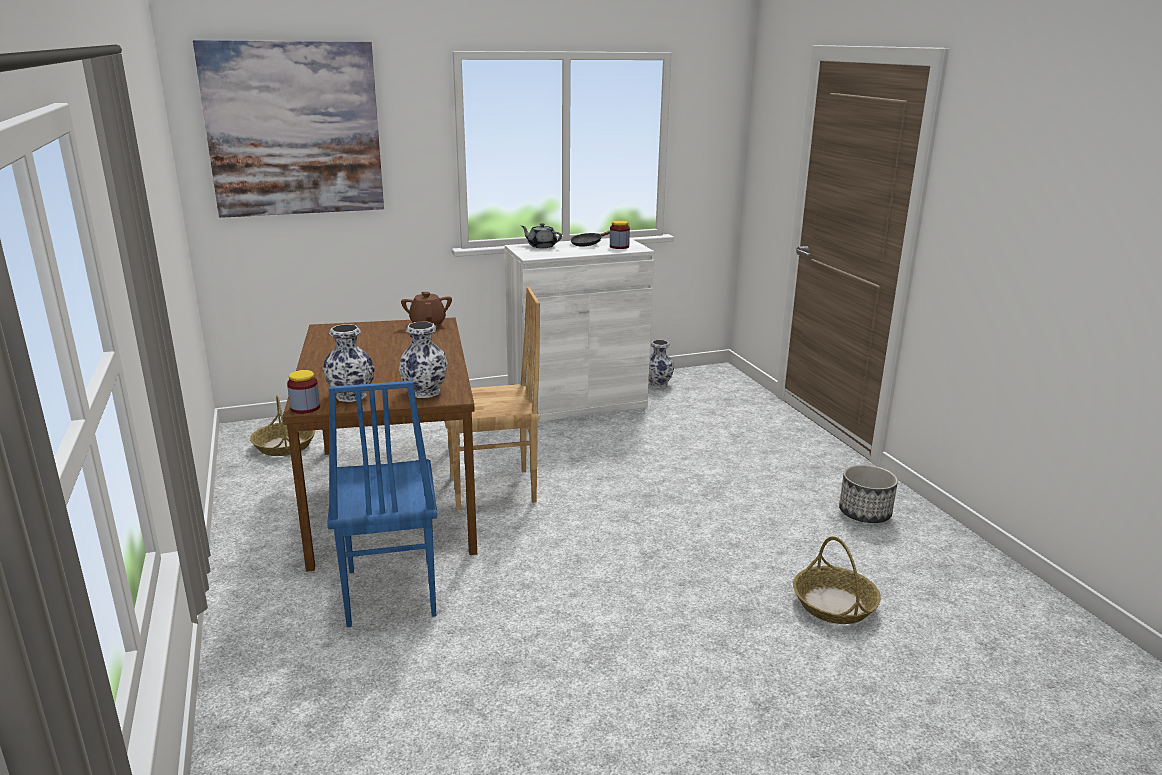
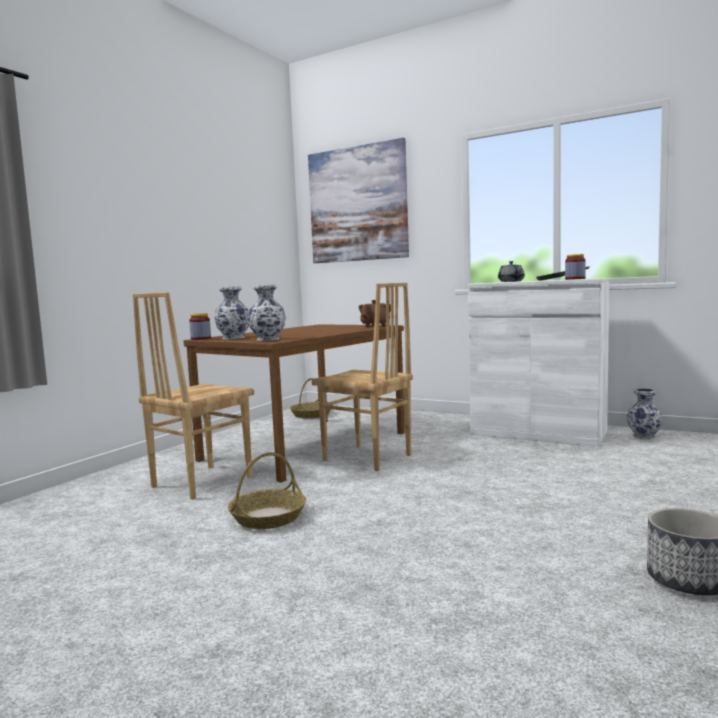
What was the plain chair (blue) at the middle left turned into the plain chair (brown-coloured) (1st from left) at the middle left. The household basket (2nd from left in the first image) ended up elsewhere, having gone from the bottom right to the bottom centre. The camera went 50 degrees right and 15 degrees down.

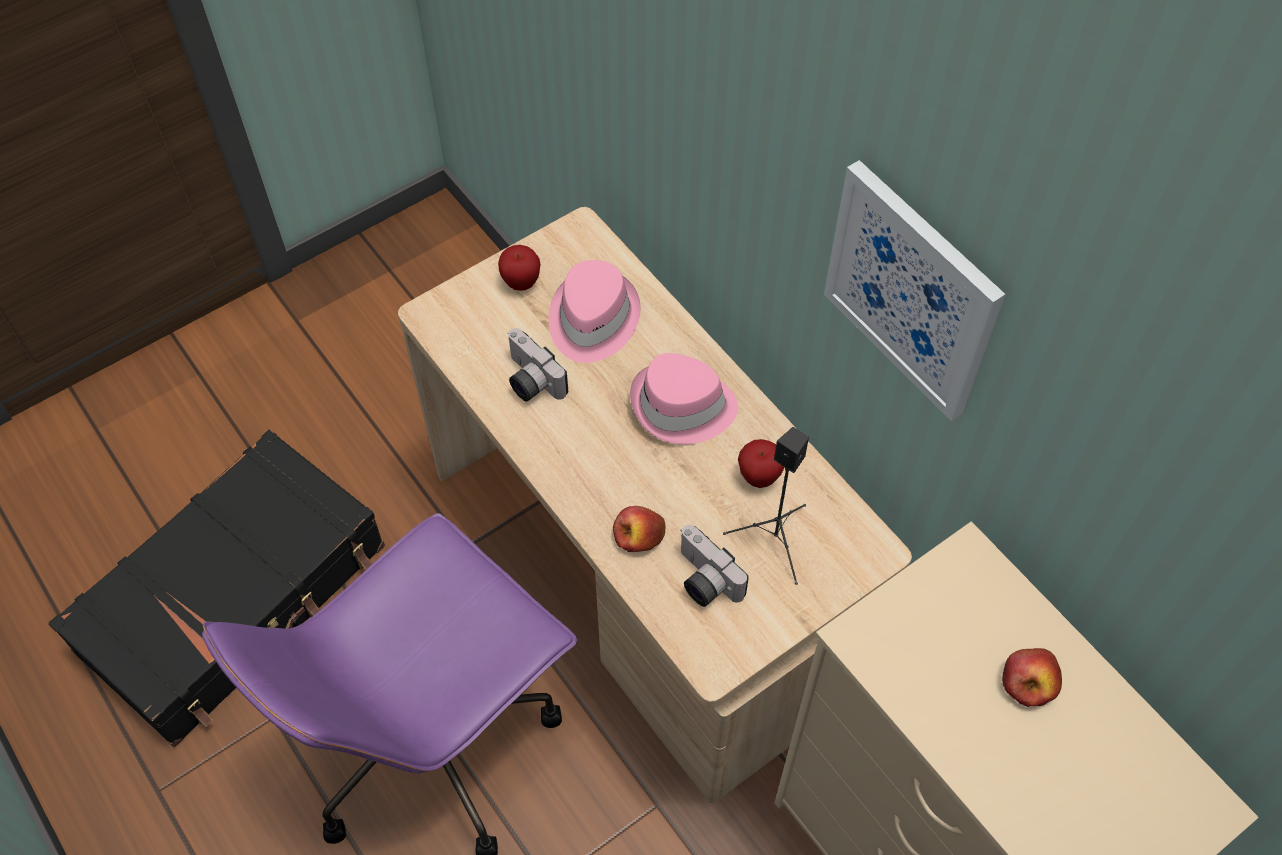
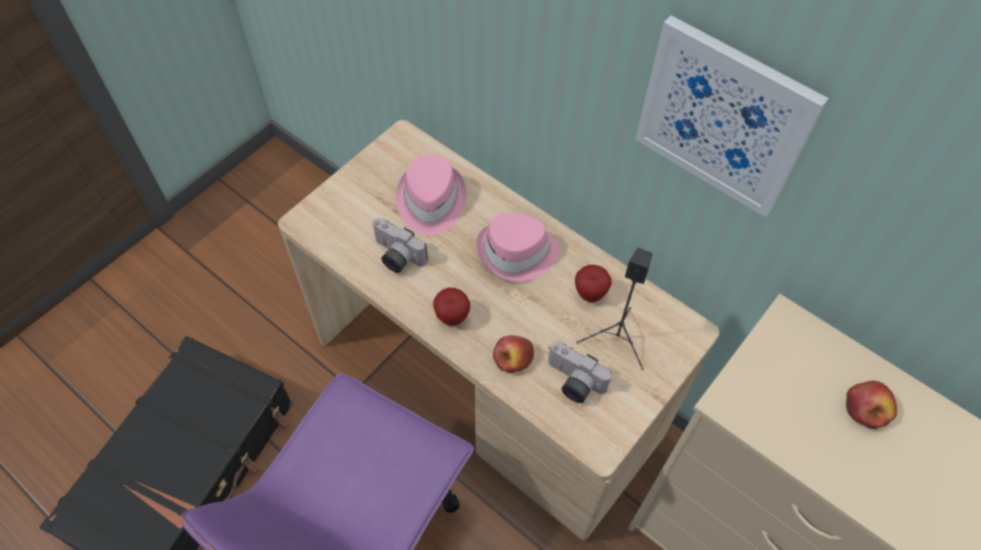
The apple (1st from left) ended up elsewhere, having gone from the top centre to the centre. The camera went 15 degrees left and 0 degrees up.

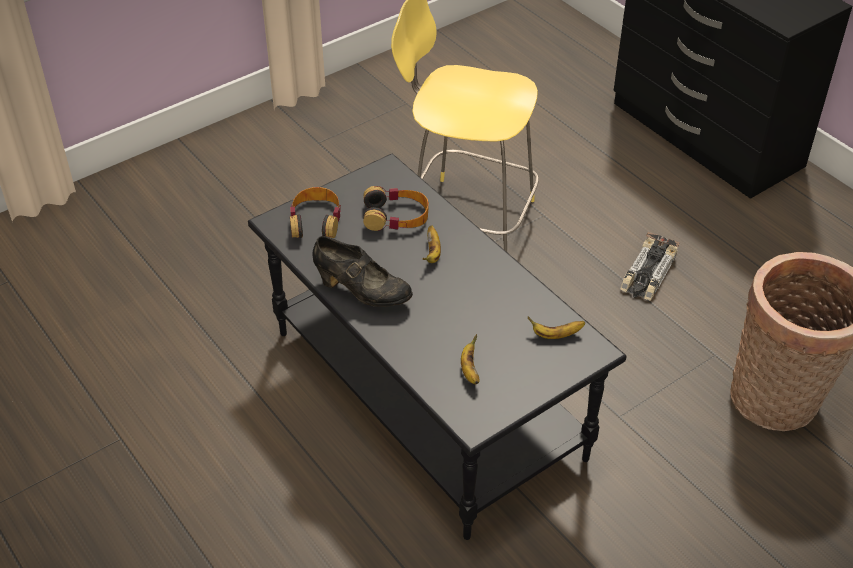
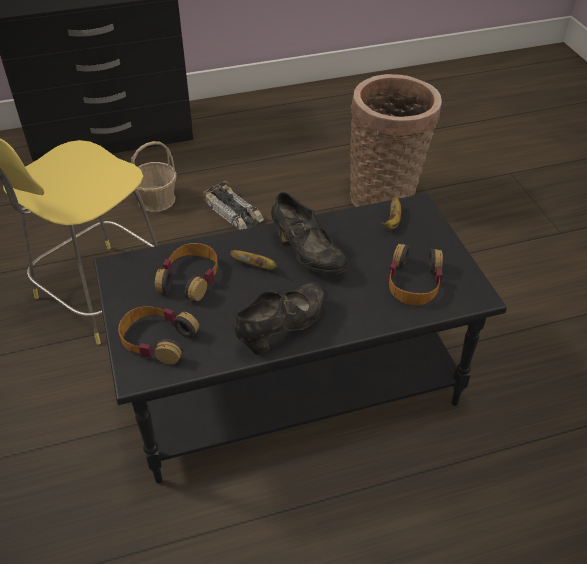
Where the whole banana (2nd from left) stood at the centre, the headset (3rd from left) came to stand at the middle right. The second view gained the household basket (1st from left) at the top left. The second view gained the item of footwear (black) (2nd from left) at the centre. The camera went 70 degrees left and 0 degrees up.

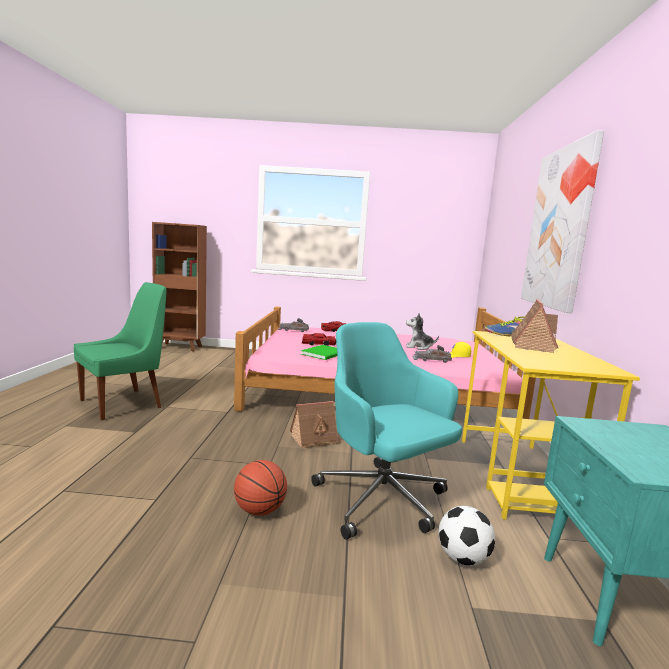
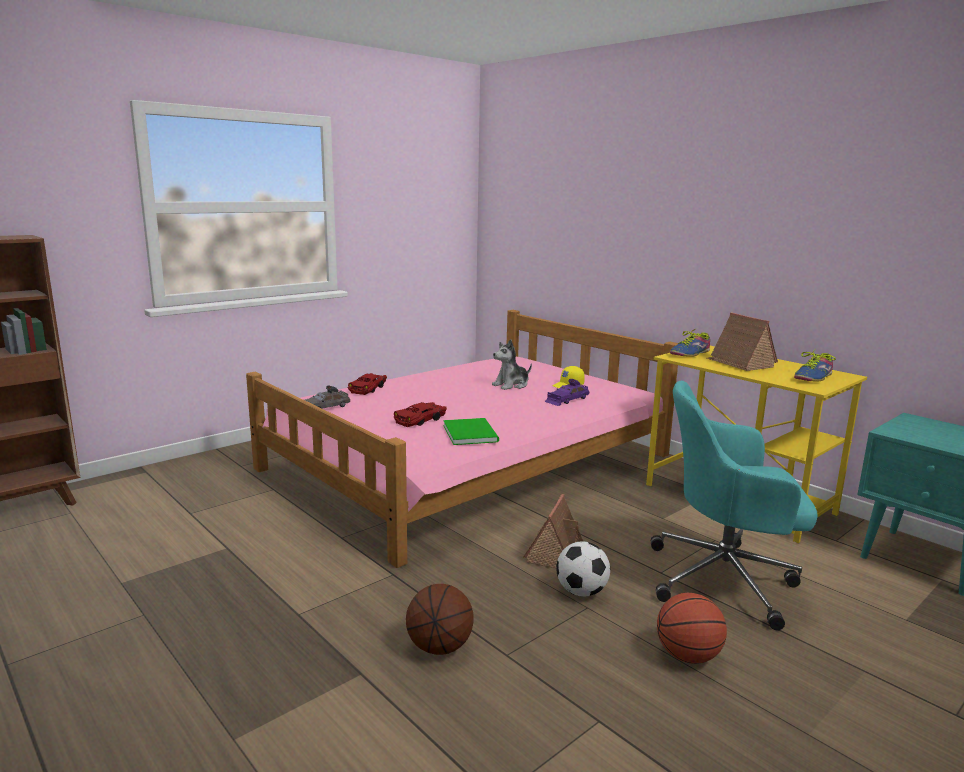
The second view lost the wall picture at the top right. The second view lost the plain chair (green) at the middle left. What was the miniature car (greyish) (2nd from left) at the centre turned into the miniature car (purplish) at the centre. The football ball ended up elsewhere, having gone from the bottom right to the bottom centre. The second view gained the item of footwear (2nd from left) at the middle right. The second view gained the basketball ball (1st from left) at the bottom centre. The camera went 45 degrees left and 5 degrees up.

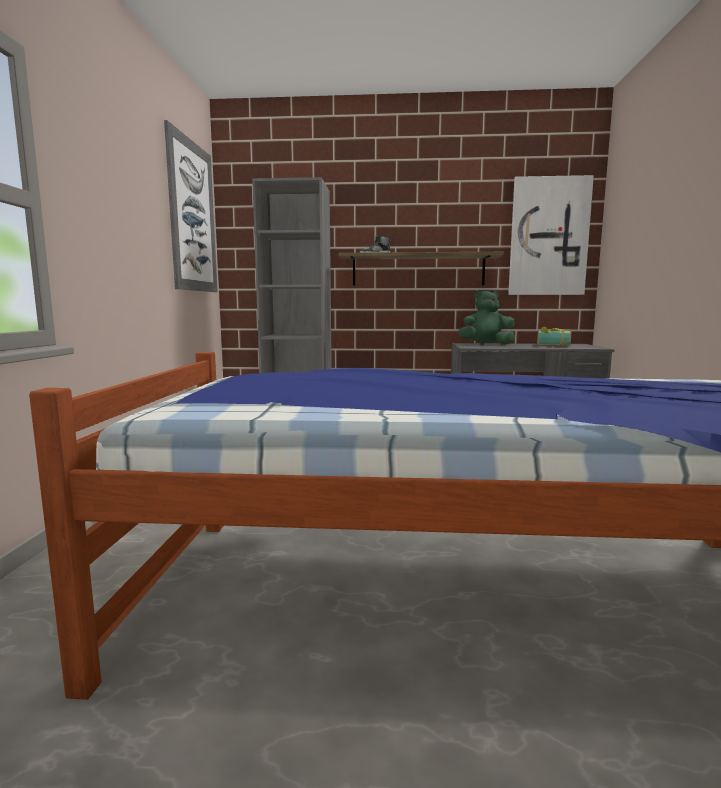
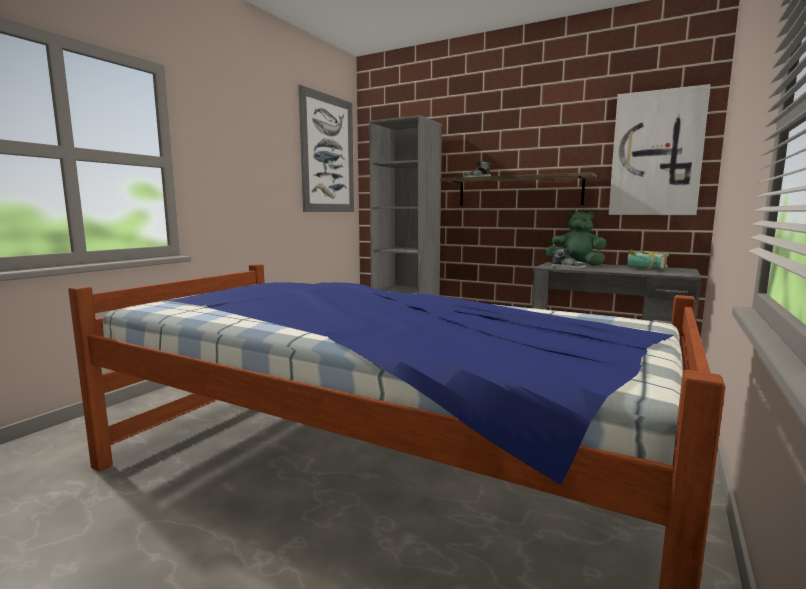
The second view gained the item of footwear (2nd from left) at the middle right. The camera went 25 degrees right and 0 degrees up.

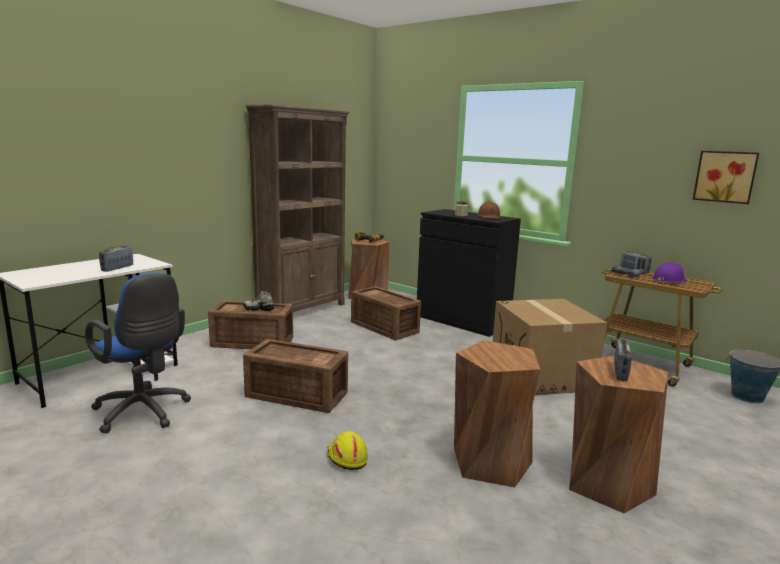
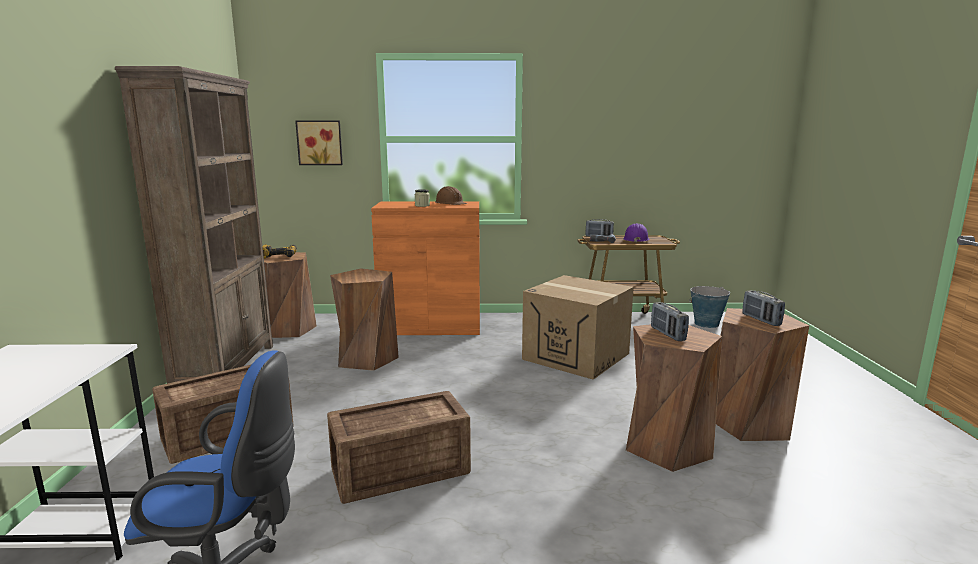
The wall picture ended up elsewhere, having gone from the top right to the top left. What was the storage cabinet (black) at the centre turned into the storage cabinet (orange-coloured) at the centre. The radio (1st from left in the first image) ended up elsewhere, having gone from the middle left to the middle right. Where the crate (3rd from left) stood at the centre, the stool (brown-coloured) (2nd from left) came to stand at the centre. The second view lost the item of footwear at the middle left. The second view lost the hard hat (yellow-coloured) at the bottom centre. The camera went 40 degrees left and 0 degrees up.

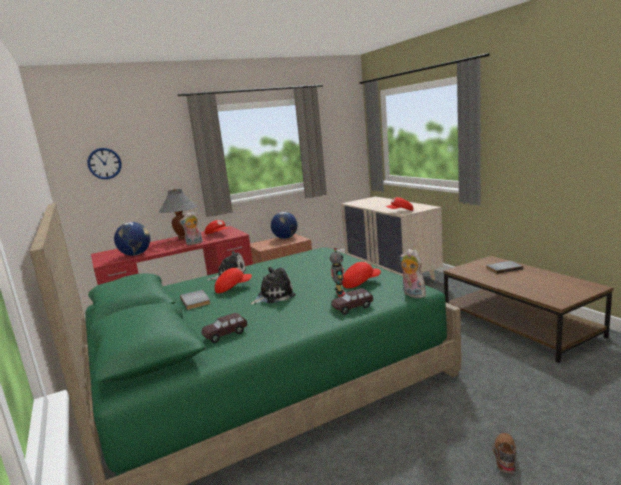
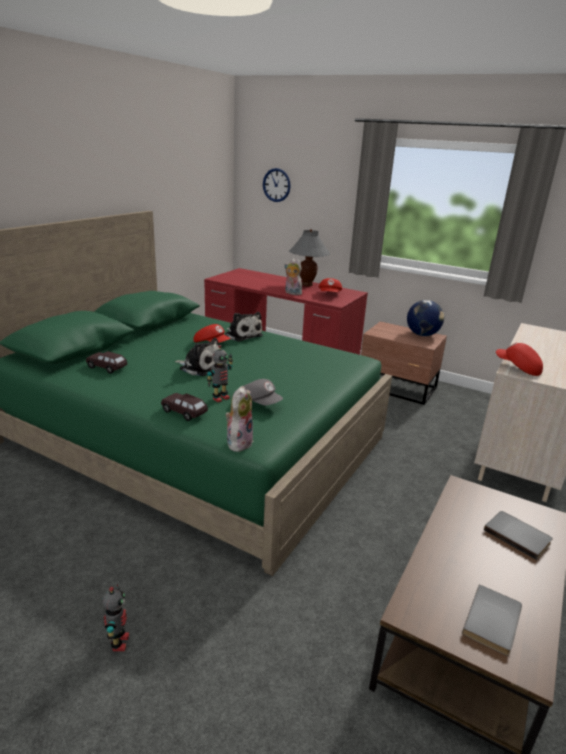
The second view lost the desk globe (1st from left) at the middle left. What was the baseball cap (red) (3rd from left) at the centre turned into the baseball cap (greyish) at the centre. The bound book (greyish) (1st from left) ended up elsewhere, having gone from the middle left to the bottom right. Where the item of footwear (brown-coloured) stood at the bottom right, the toy robot (1st from left) came to stand at the bottom left. The camera went 55 degrees right and 10 degrees up.

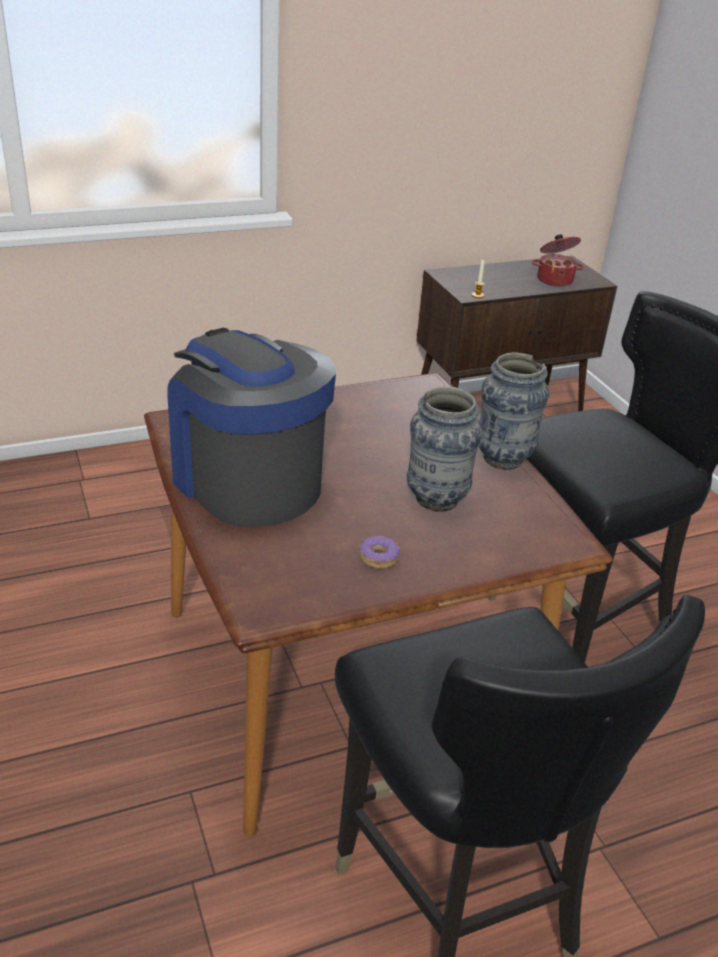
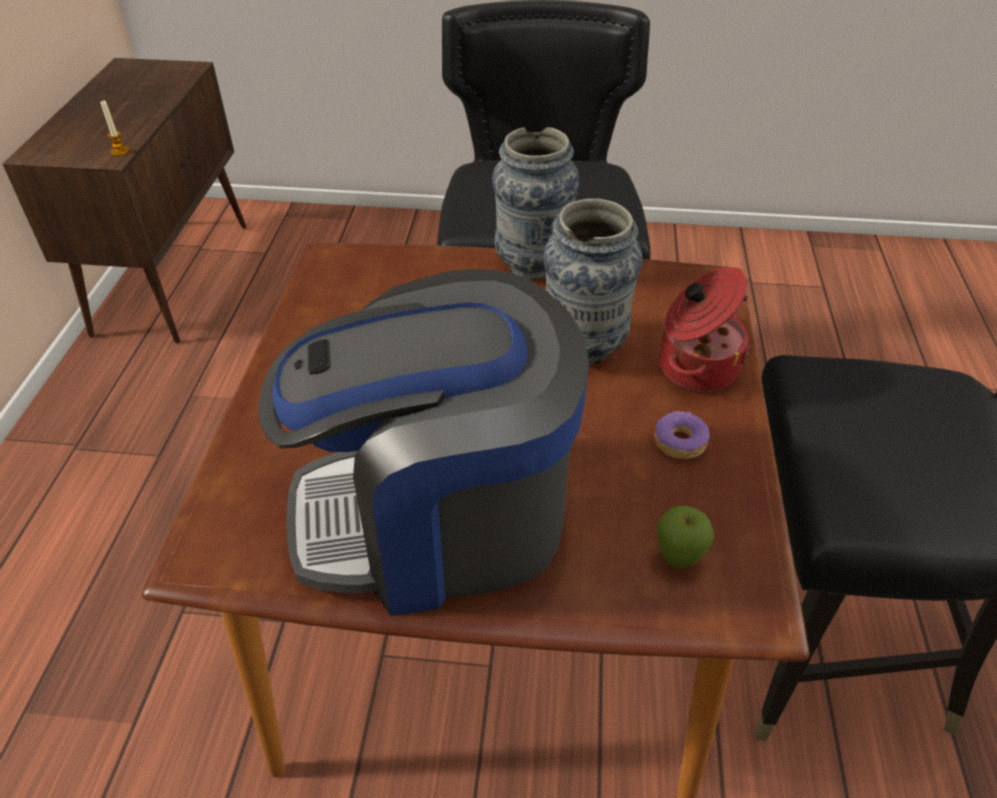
The saucepot ended up elsewhere, having gone from the top right to the middle right. The second view gained the apple at the bottom right. The camera went 60 degrees left and 10 degrees up.

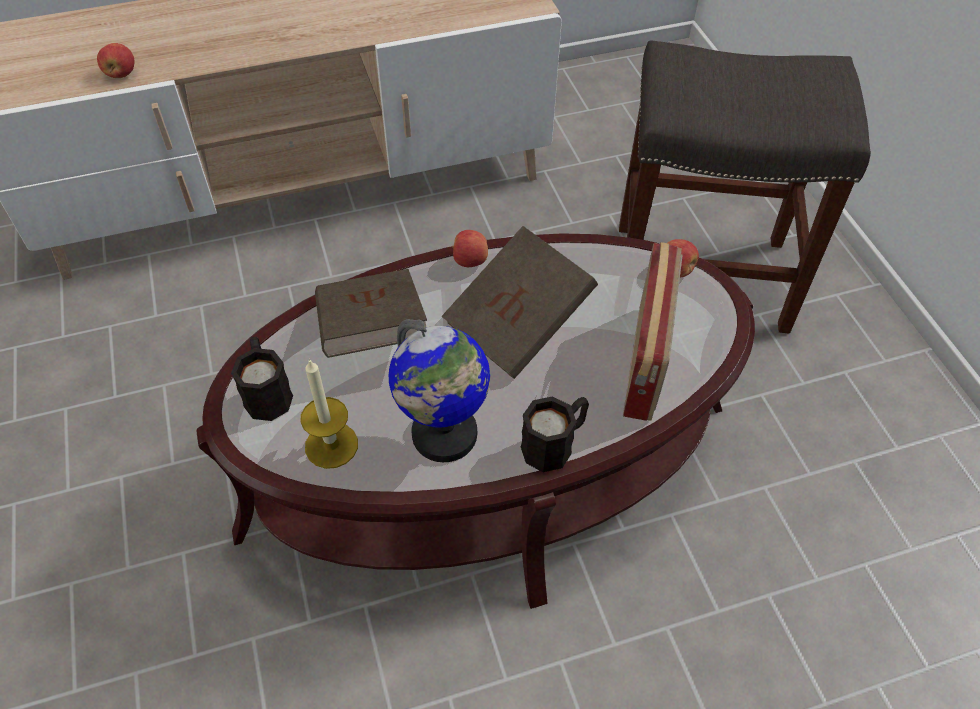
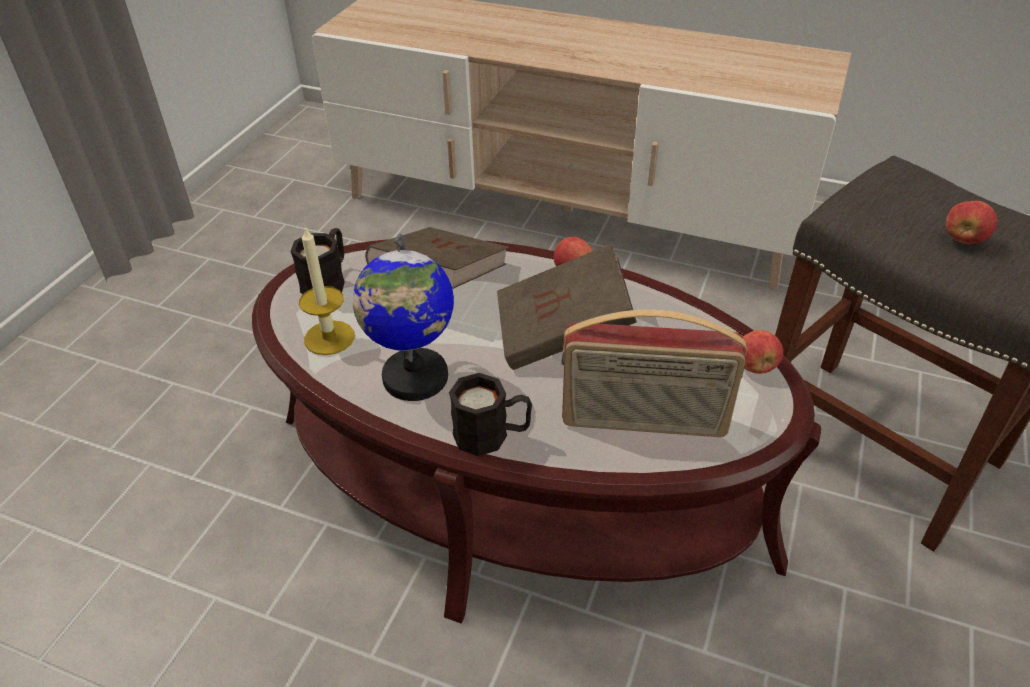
The apple (1st from left in the first image) ended up elsewhere, having gone from the top left to the top right. The radio at the centre ended up facing another way, 45 degrees clockwise from before. The camera went 40 degrees right and 10 degrees down.

